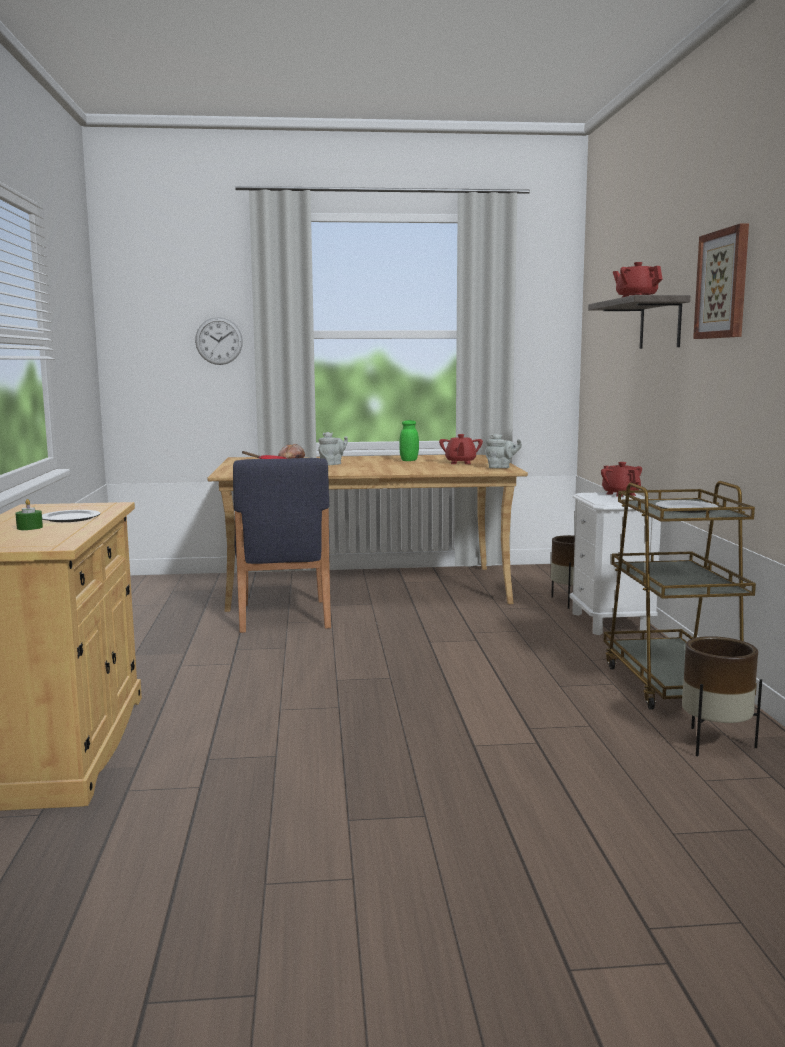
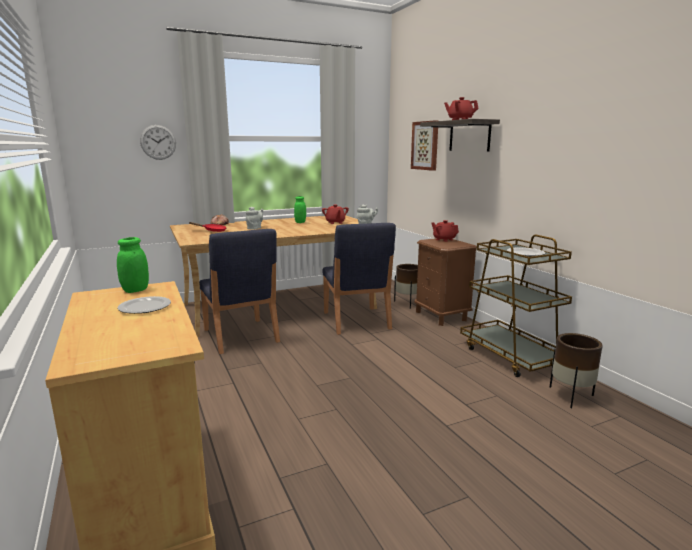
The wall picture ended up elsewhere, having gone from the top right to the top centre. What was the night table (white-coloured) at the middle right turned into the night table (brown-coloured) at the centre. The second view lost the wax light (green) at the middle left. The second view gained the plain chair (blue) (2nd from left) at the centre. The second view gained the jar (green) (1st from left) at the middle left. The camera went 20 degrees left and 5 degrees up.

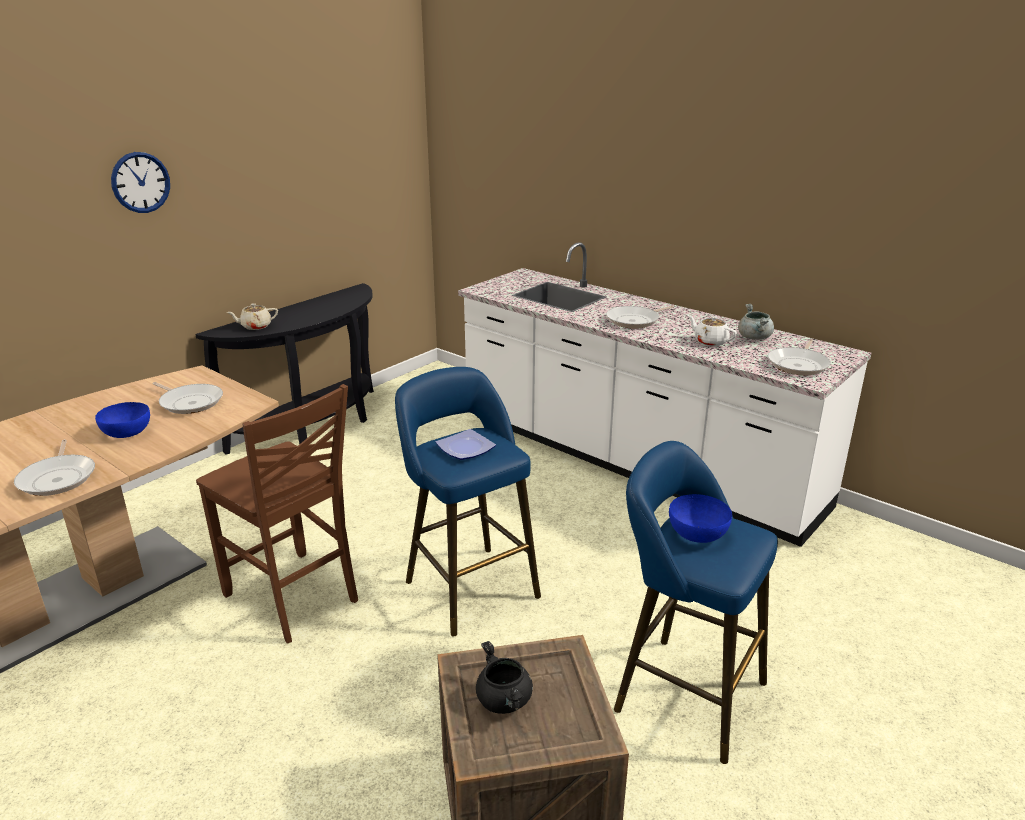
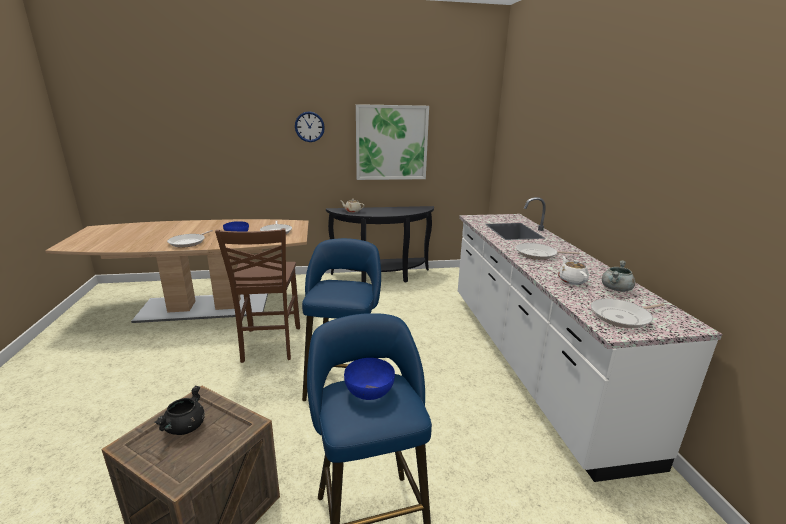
The second view lost the flat dish at the centre. The second view gained the wall picture at the top centre. The camera went 40 degrees right and 5 degrees down.

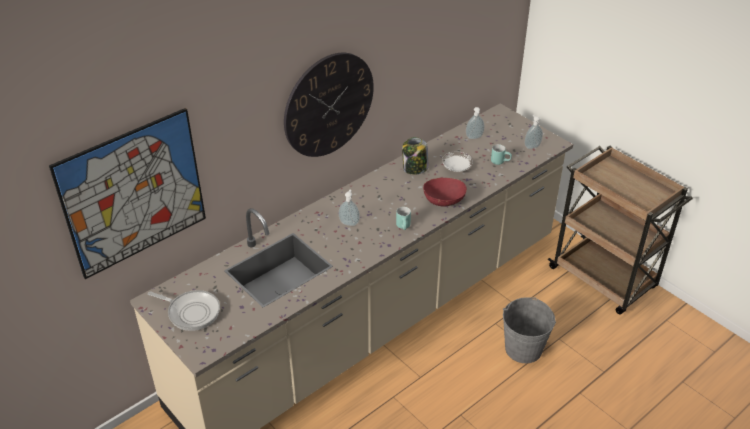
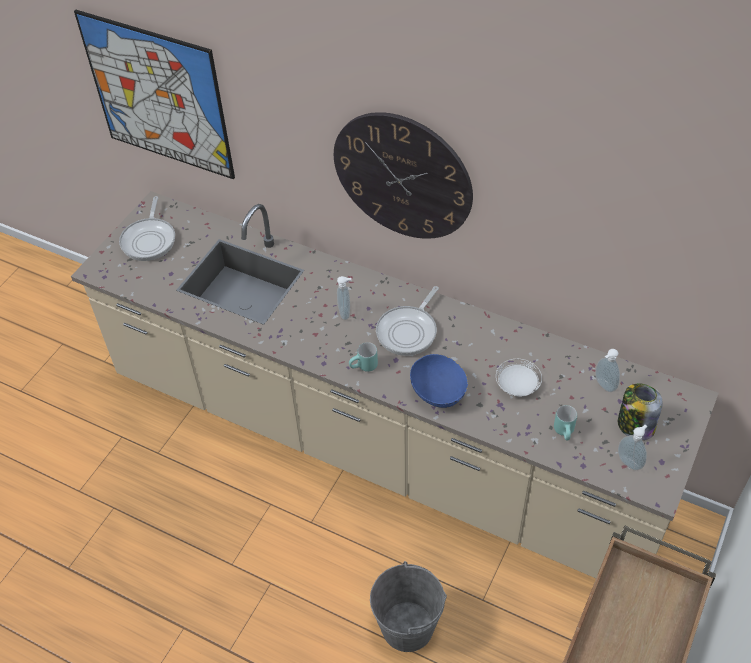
The jar ended up elsewhere, having gone from the centre to the middle right. What was the bowl (red) at the centre turned into the bowl (blue) at the centre. The second view gained the skillet (2nd from left) at the centre. The camera went 70 degrees right and 10 degrees up.

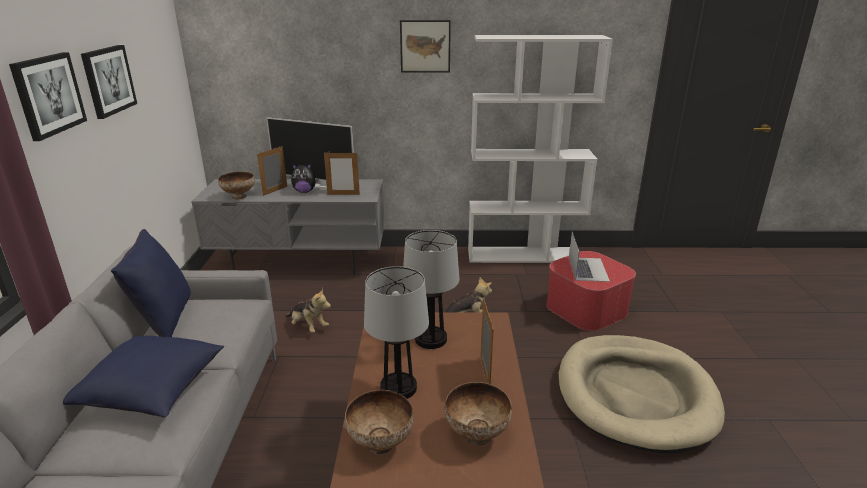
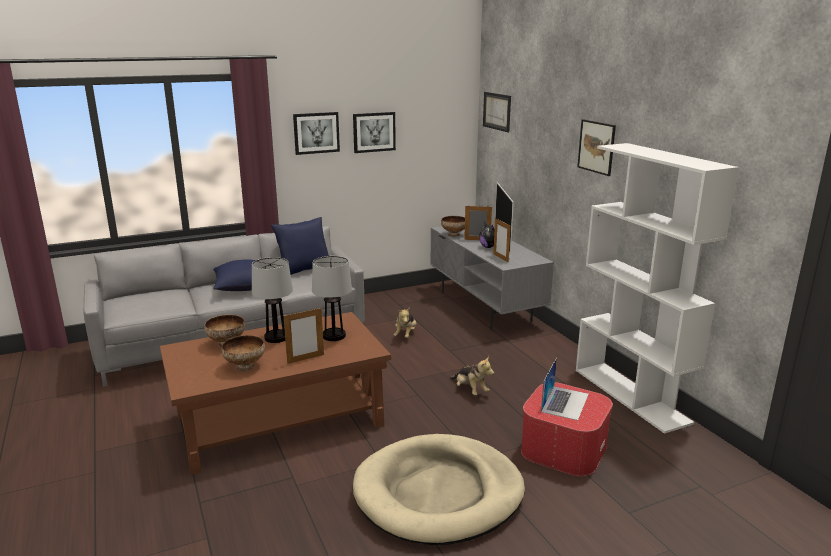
The laptop at the middle right ended up facing another way, 45 degrees counterclockwise from before. The second view gained the wall picture (3rd from left) at the top centre. The camera went 65 degrees right and 5 degrees down.

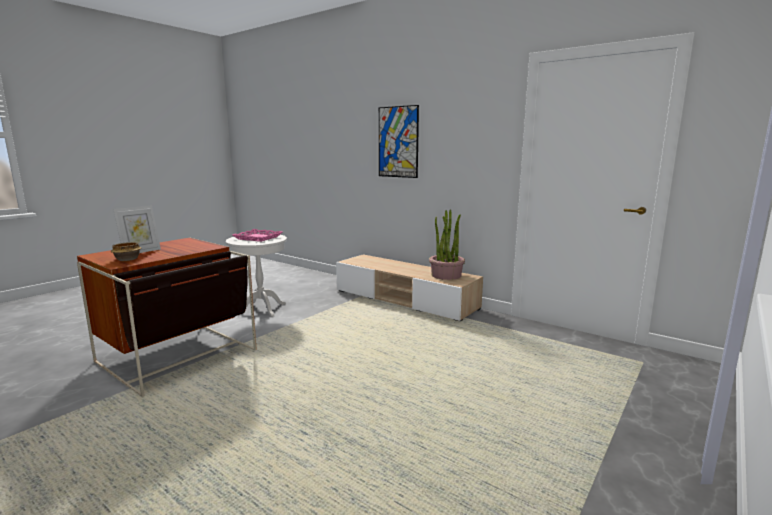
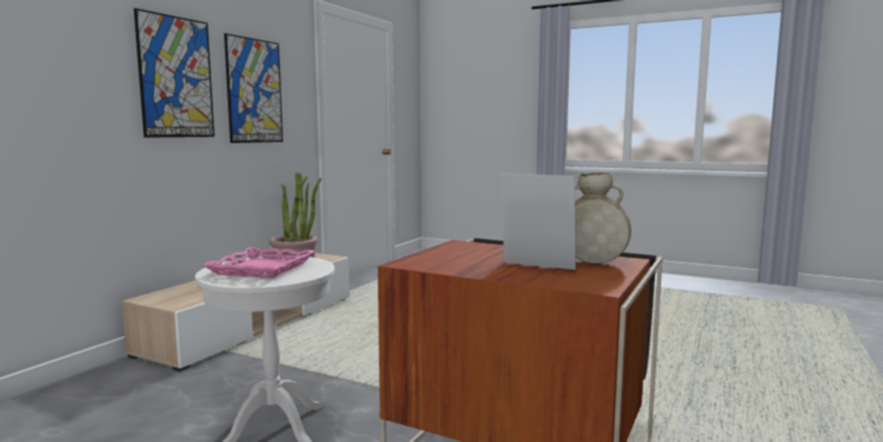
Where the bowl stood at the middle left, the decorative vase (beige-coloured) came to stand at the middle right. The second view gained the wall picture (2nd from left) at the top left. The camera went 100 degrees left and 5 degrees down.

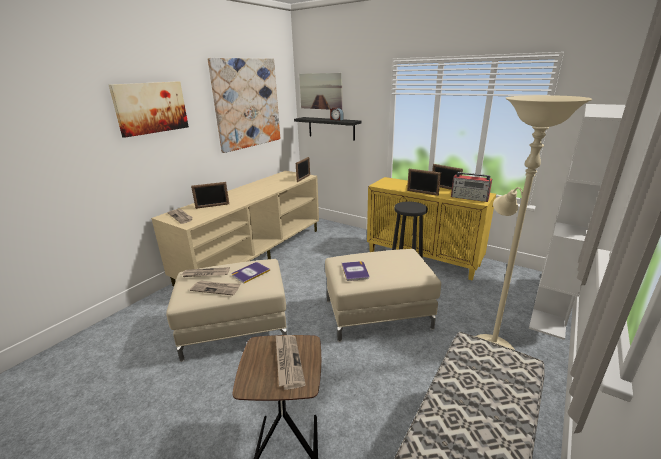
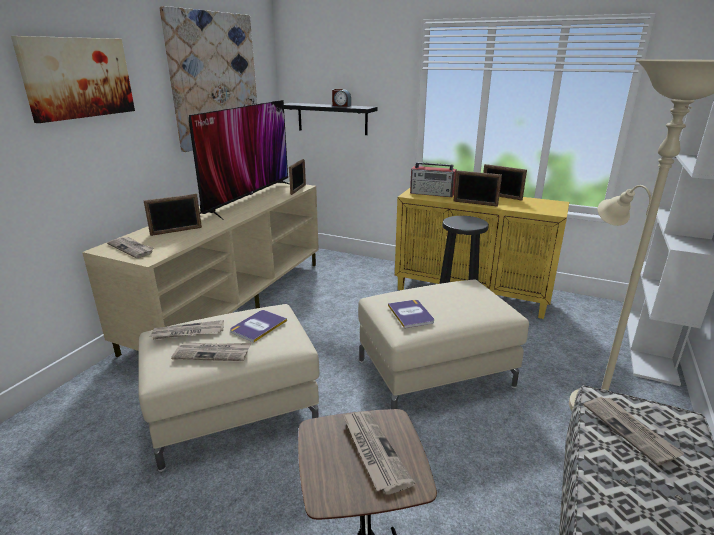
The second view lost the wall picture (3rd from left) at the top centre. The radio ended up elsewhere, having gone from the middle right to the centre. The second view gained the television at the top centre. The second view gained the newspaper (5th from left) at the bottom right. The camera went 10 degrees left and 0 degrees up.

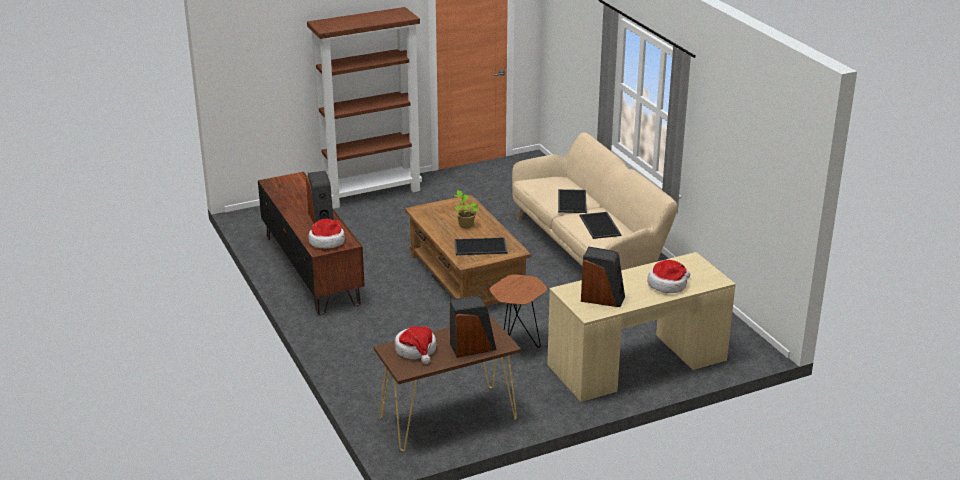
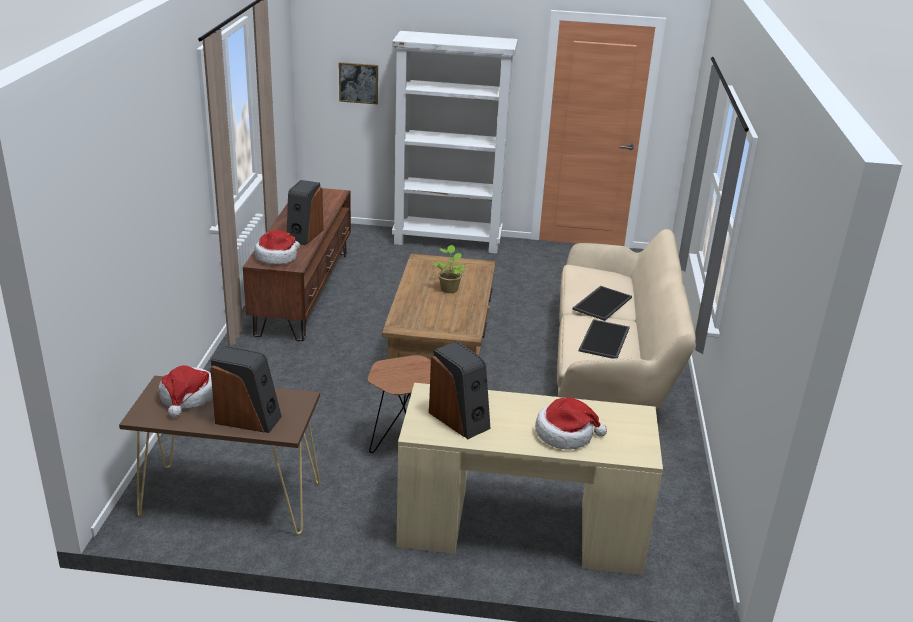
What was the bookshelf (brown-coloured) at the top centre turned into the bookshelf (white-coloured) at the top centre. The second view lost the tray (1st from left) at the centre. The second view gained the wall picture at the top centre. The camera went 30 degrees right and 0 degrees up.

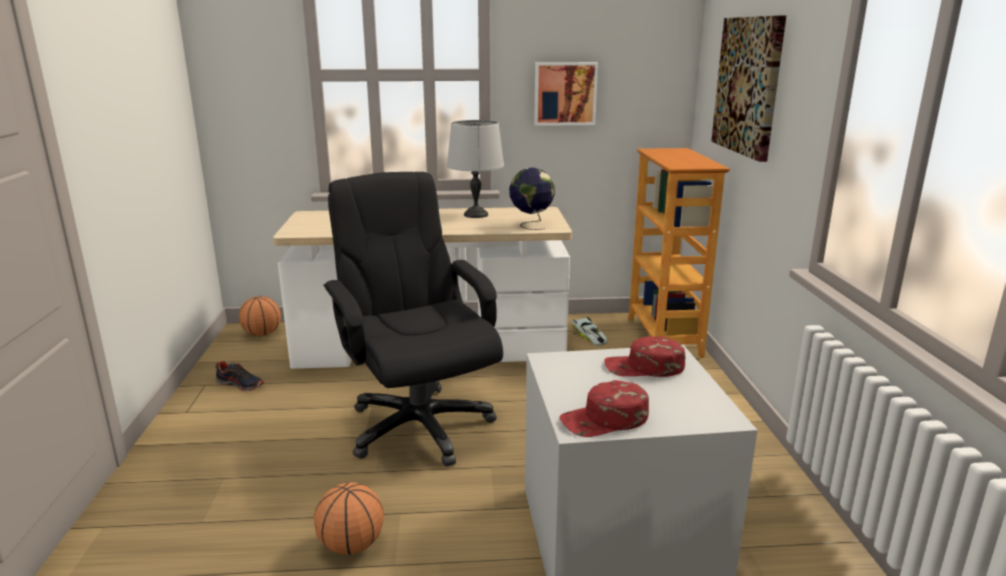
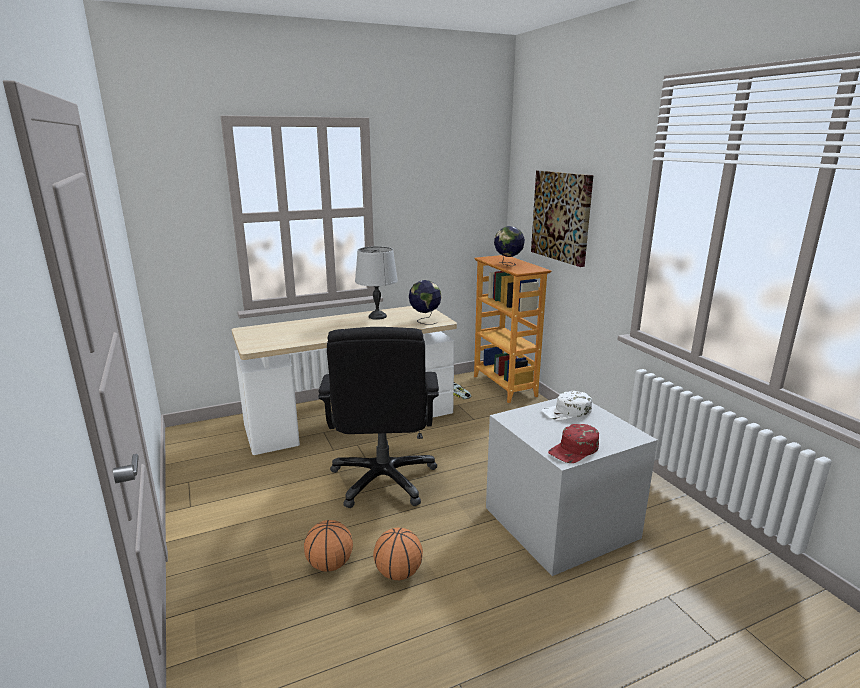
The second view lost the wall picture (1st from left) at the top centre. The office chair (black) at the centre ended up facing another way, 135 degrees counterclockwise from before. The basketball ball (1st from left) ended up elsewhere, having gone from the middle left to the bottom centre. What was the baseball cap (red) (2nd from left) at the centre turned into the baseball cap (white-coloured) at the centre. The second view lost the item of footwear at the middle left. The second view gained the desk globe (2nd from left) at the centre. The camera went 20 degrees left and 0 degrees up.

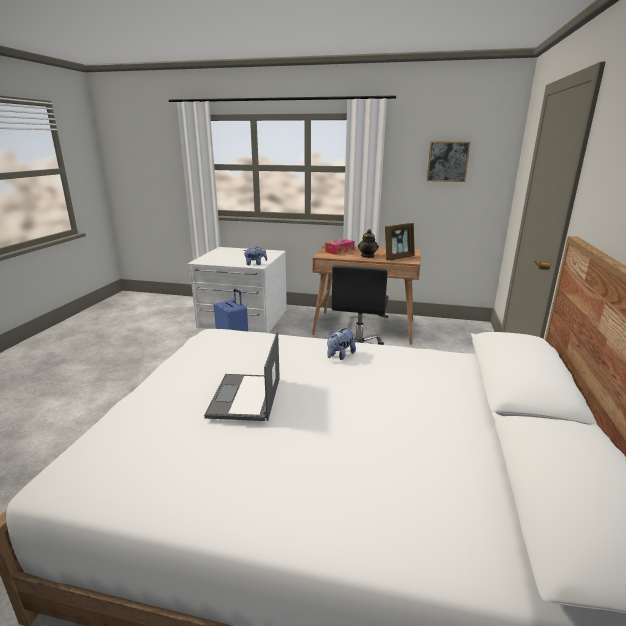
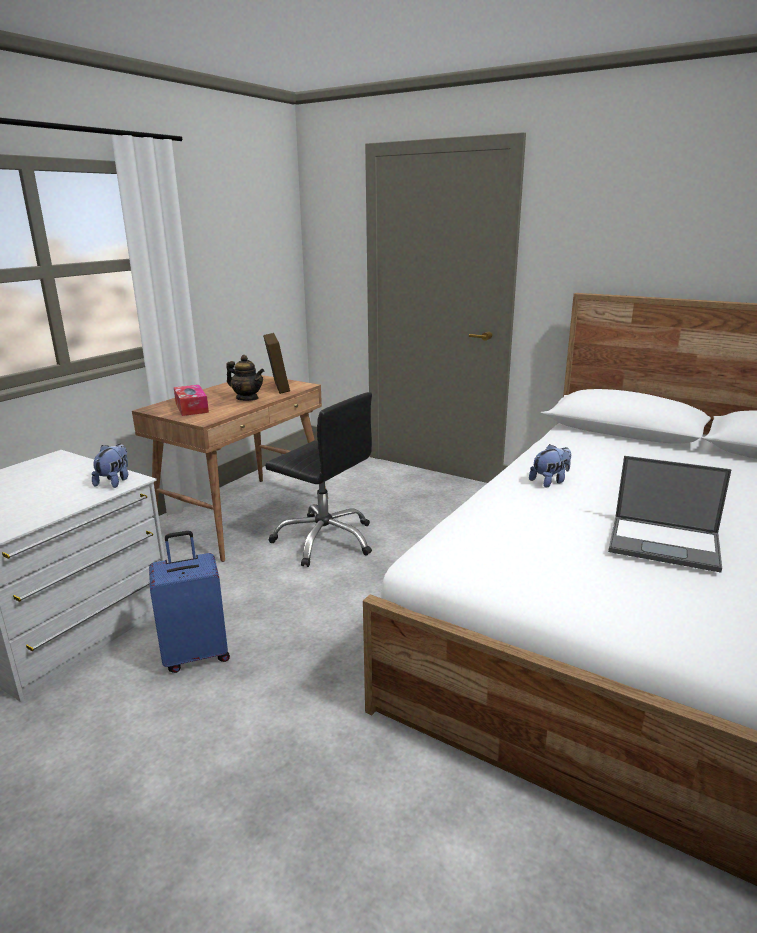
The second view lost the wall picture at the top right. The soft toy (2nd from left) at the centre ended up facing another way, 90 degrees counterclockwise from before. The camera went 70 degrees left and 0 degrees up.

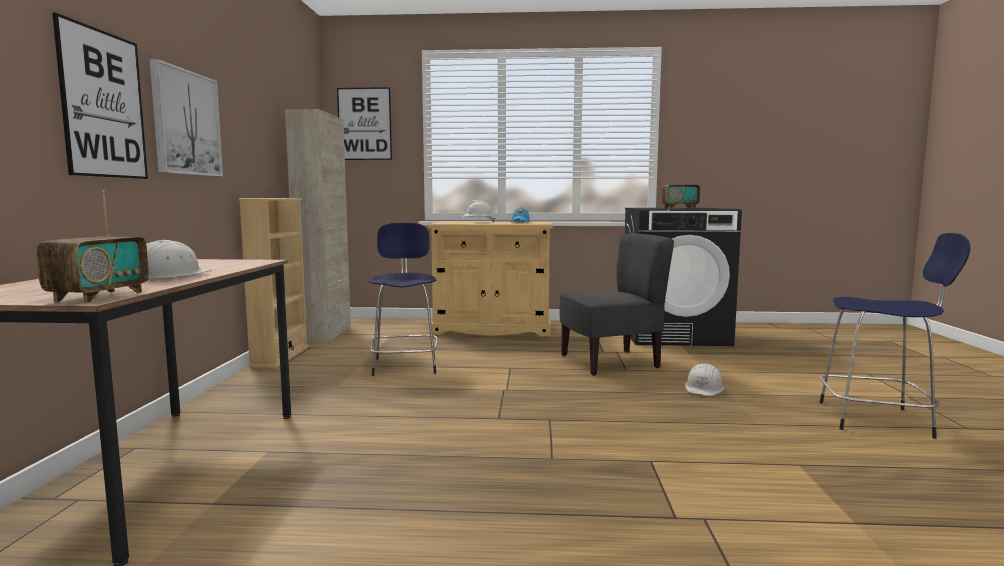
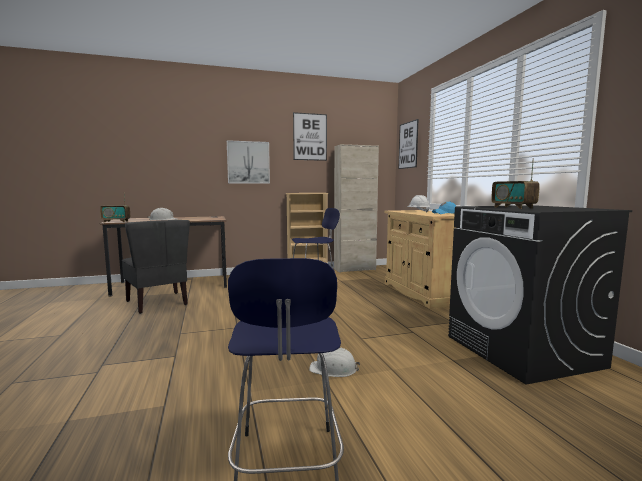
The wall picture (1st from left in the first image) ended up elsewhere, having gone from the top left to the top centre. The plain chair (greyish) ended up elsewhere, having gone from the centre to the middle left. The camera went 70 degrees right and 0 degrees up.

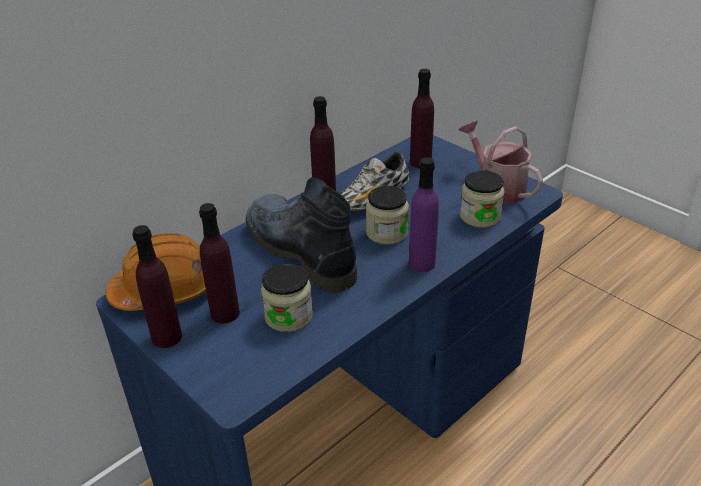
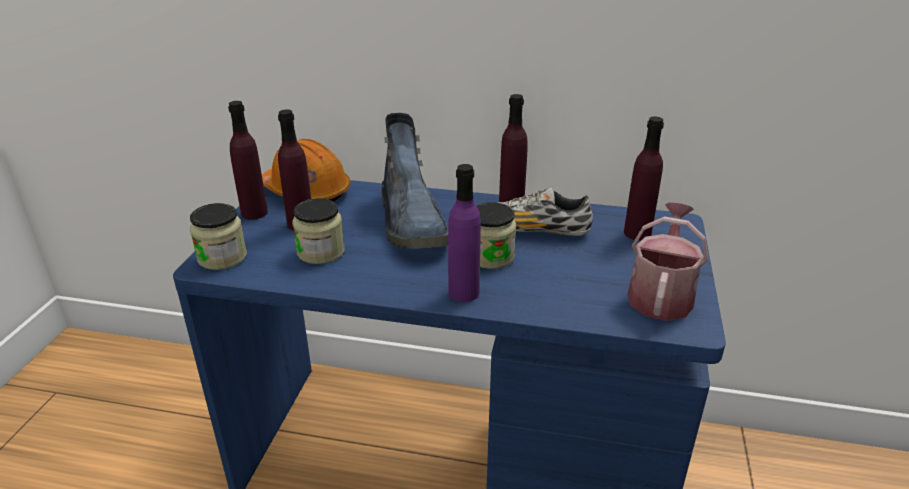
The jar (3rd from left in the first image) ended up elsewhere, having gone from the middle right to the middle left. The high-top boot at the centre ended up facing another way, 150 degrees clockwise from before. The camera went 55 degrees right and 5 degrees down.

